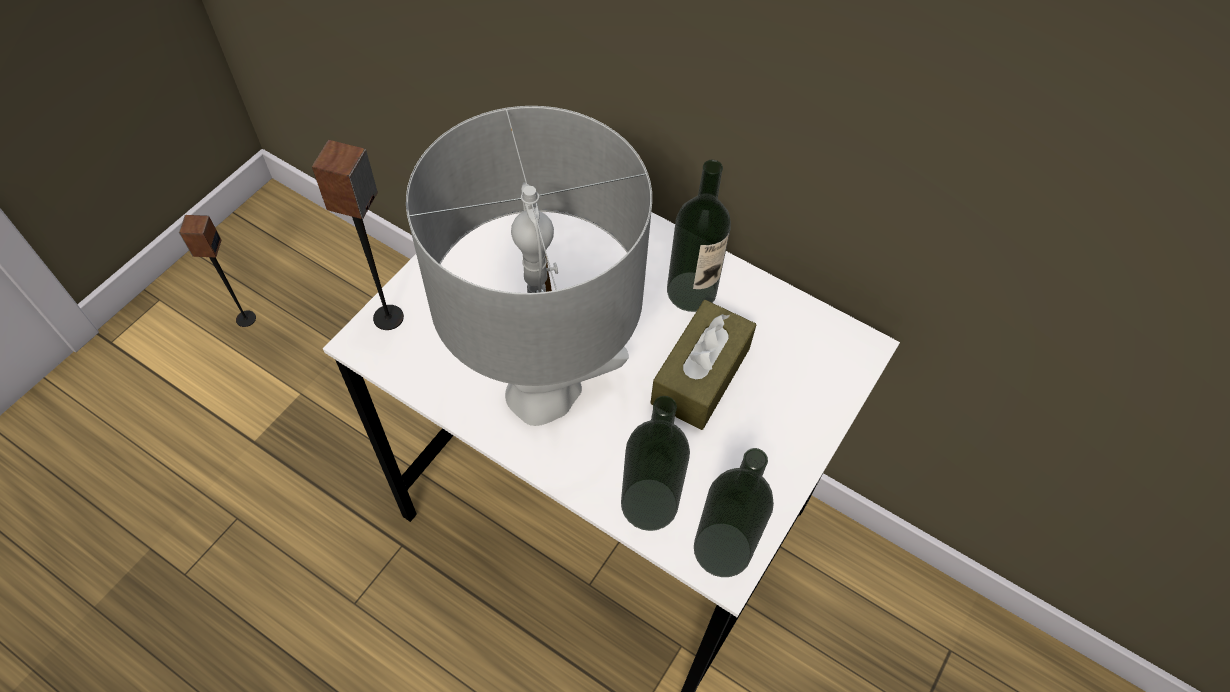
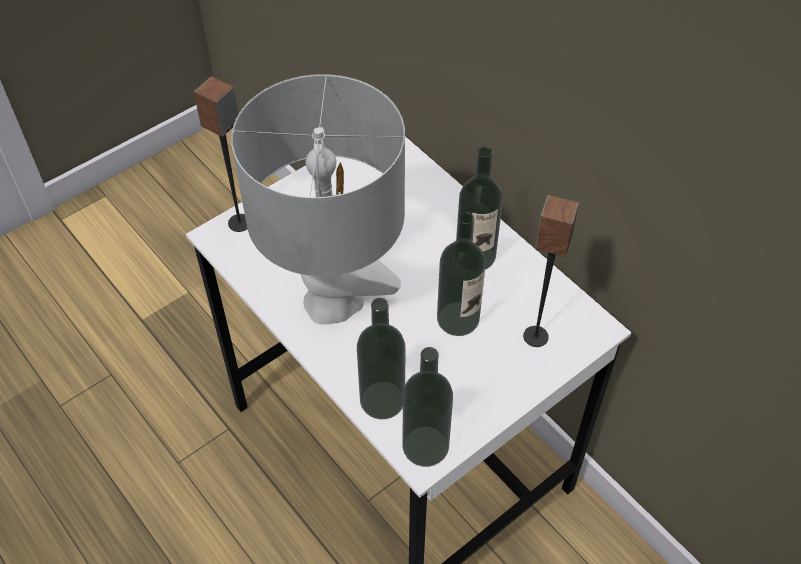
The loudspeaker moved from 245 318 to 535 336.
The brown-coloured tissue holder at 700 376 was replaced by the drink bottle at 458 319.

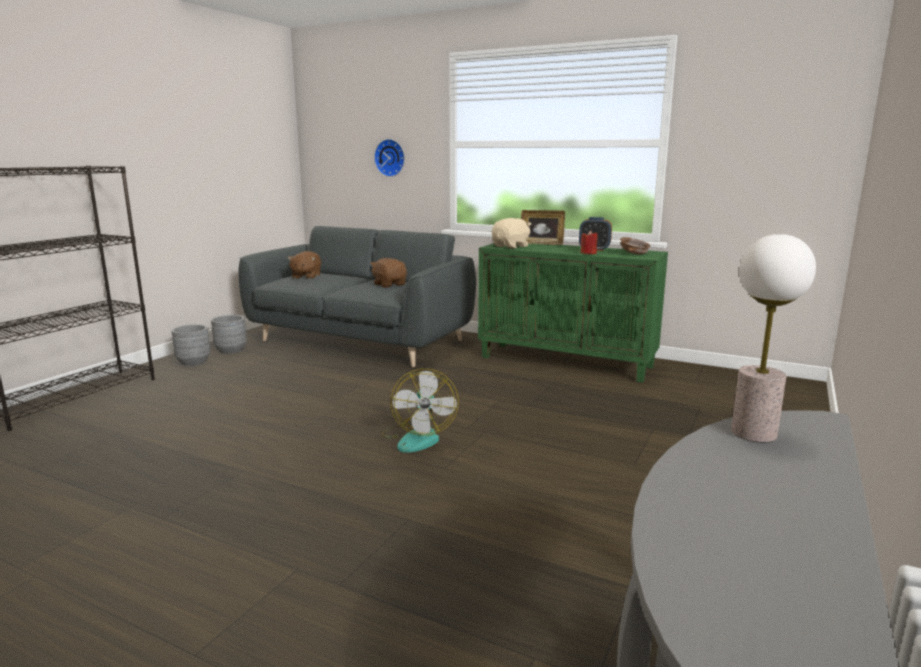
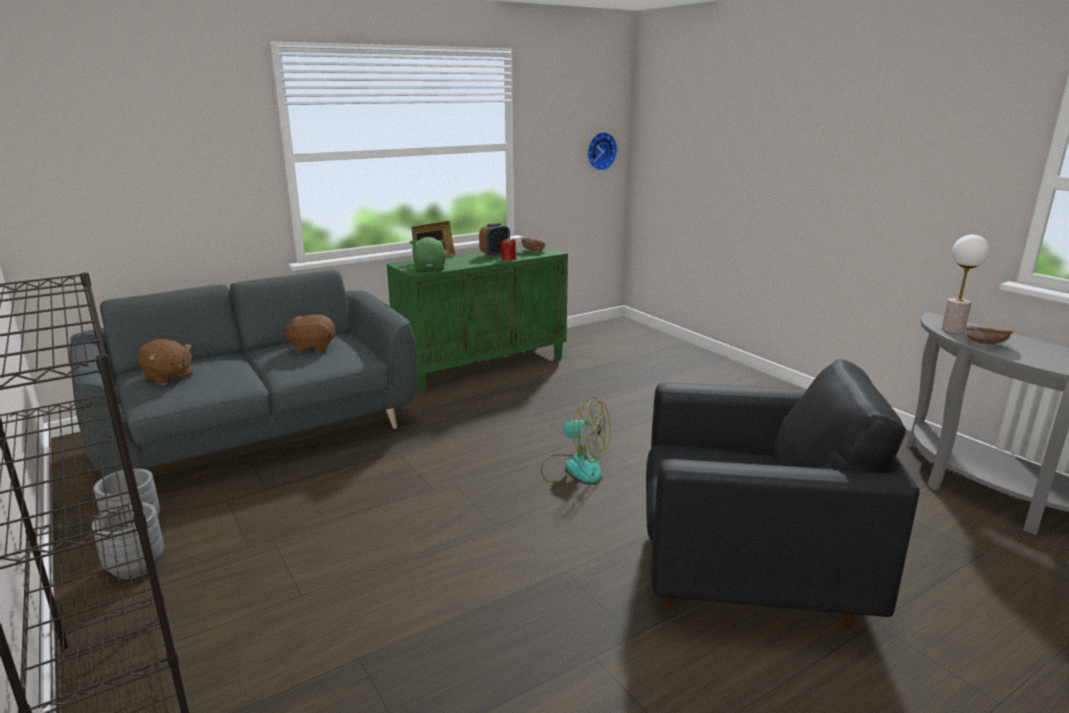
The hanging clock moved from 391 158 to 600 151.
The sand-coloured cuddly toy at 511 246 became the green cuddly toy at 430 268.
The brown-coloured serving bowl at 986 344 appeared.
The black-coloured armchair at 747 574 appeared.

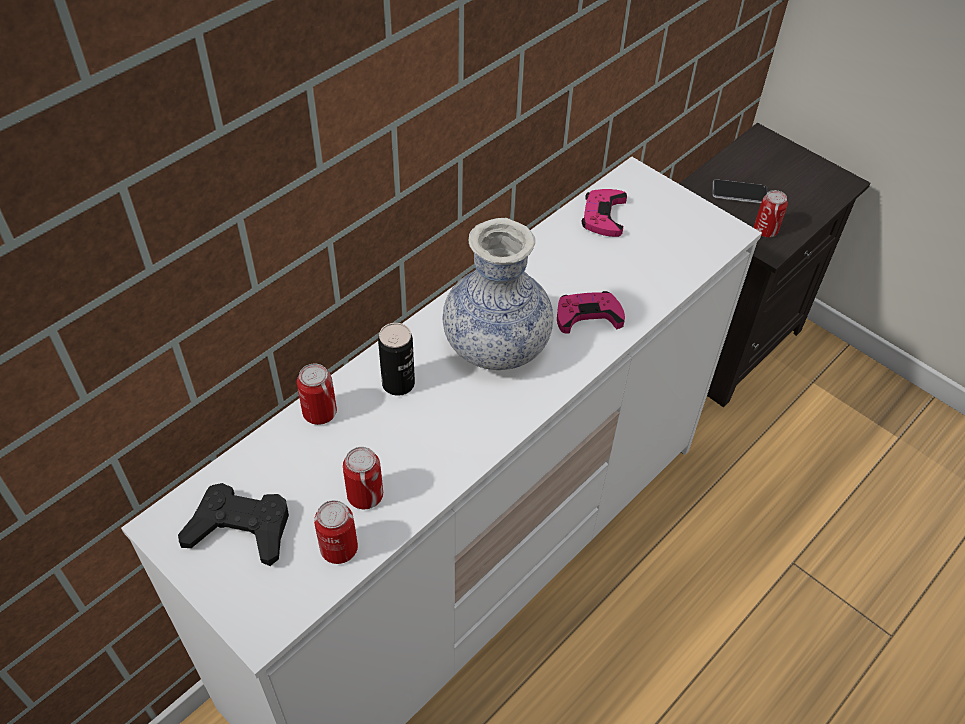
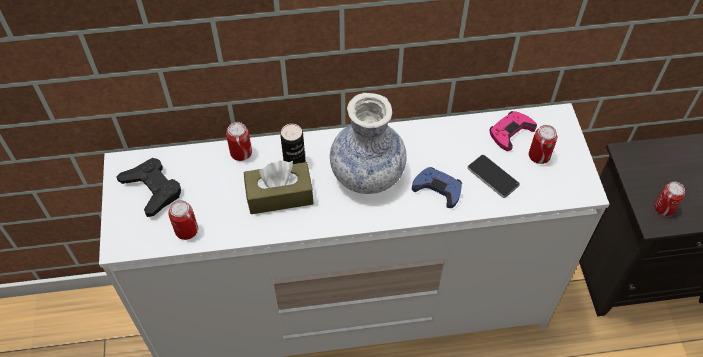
The phone moved from 739 193 to 493 177.
The pinkish game controller at 588 316 became the blue-coloured game controller at 438 189.
The sealed can moved from 365 495 to 539 156.
The brown-coloured tissue holder at 279 195 appeared.

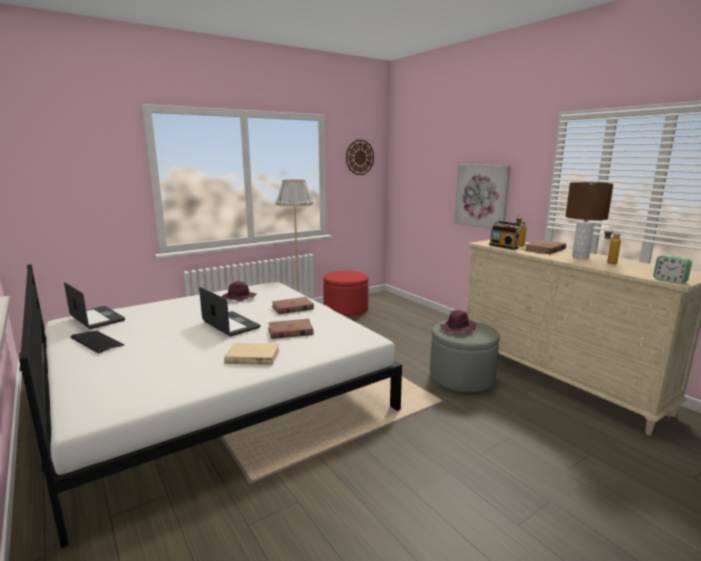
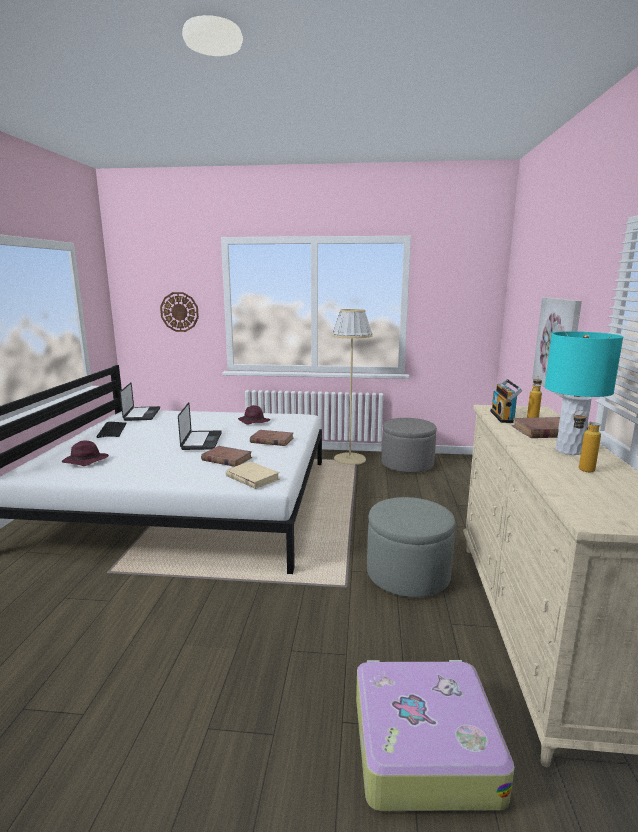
The hanging clock moved from 359 157 to 179 312.
The brown-coloured lamp for a table at 580 256 became the blue-green lamp for a table at 568 451.
The bedside clock at 669 280 disappeared.
The red footrest at 346 310 became the grey footrest at 407 464.
The purple wearable hat moved from 457 328 to 85 461.
The sand-coloured volume moved from 252 357 to 252 477.
The travel case at 422 745 appeared.

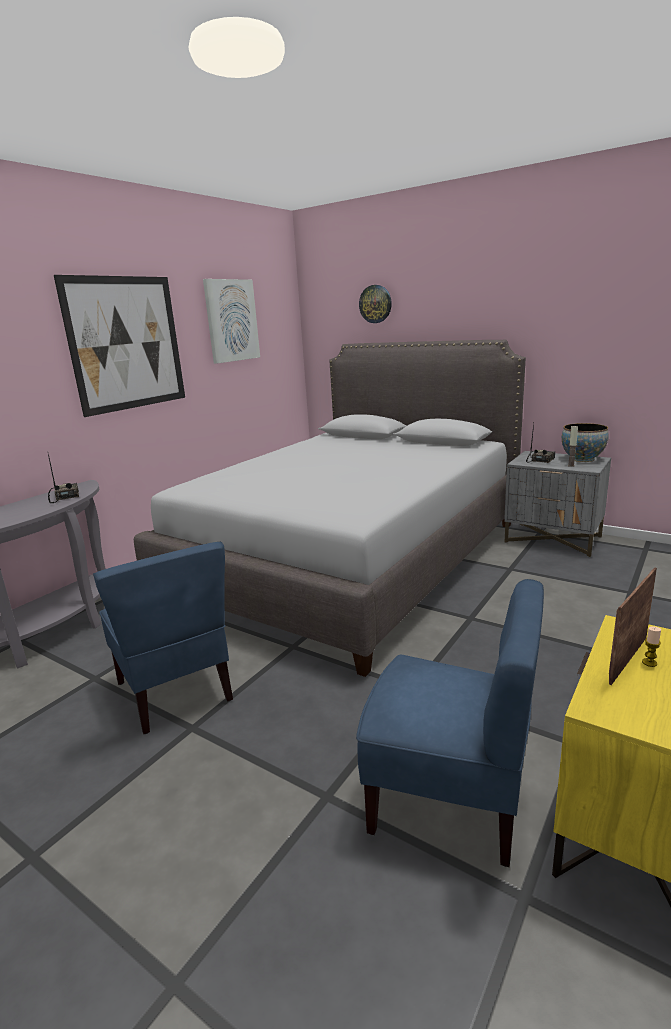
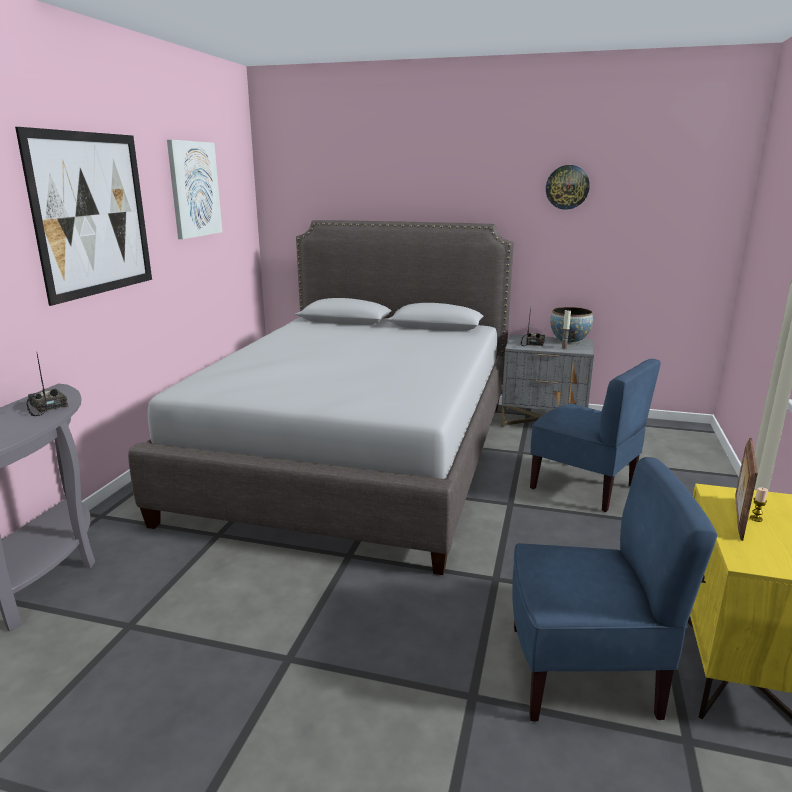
The hanging clock moved from 375 304 to 567 187.
The blue-coloured upright chair moved from 176 691 to 584 487.

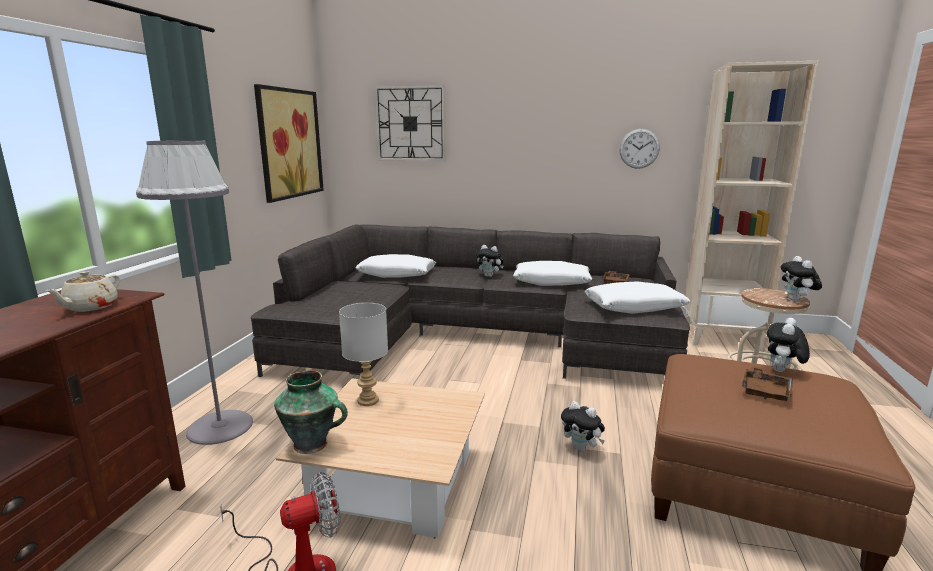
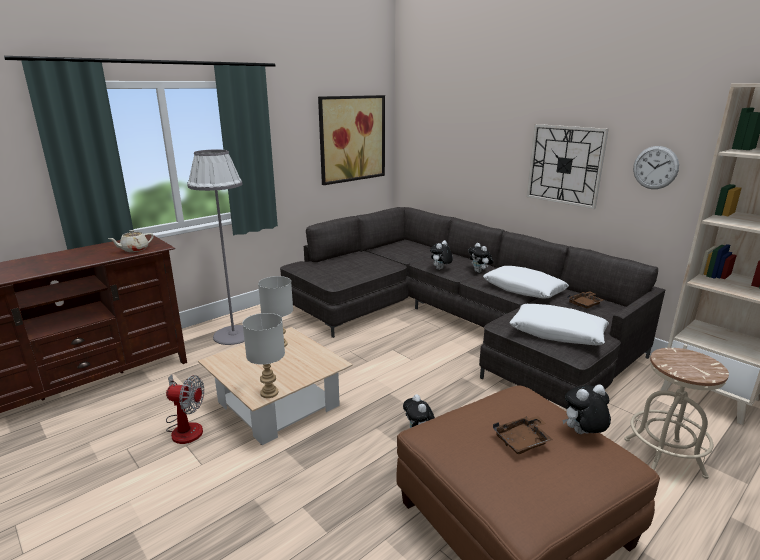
The hanging clock moved from 410 123 to 565 165.
The white-coloured cushion at 397 274 disappeared.
The cuddly toy moved from 796 300 to 440 269.
The vase at 312 444 disappeared.
The grey lamp for a table at 269 392 appeared.

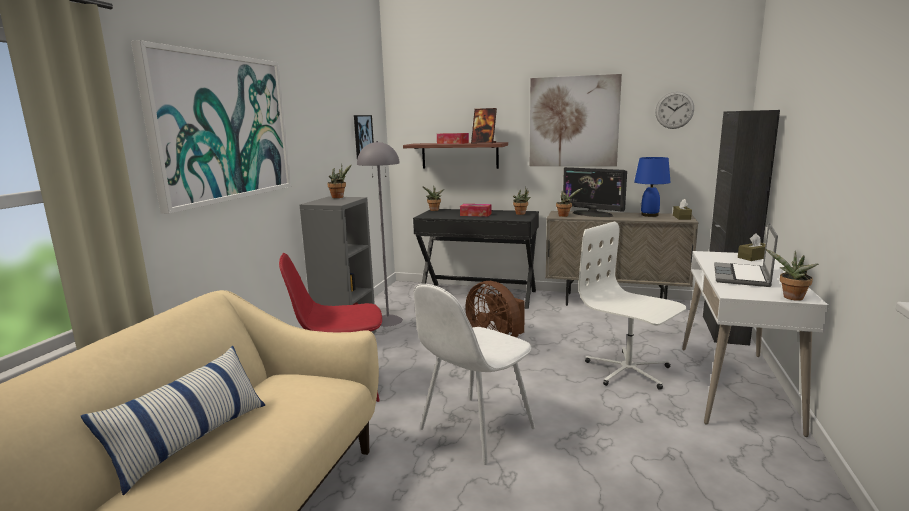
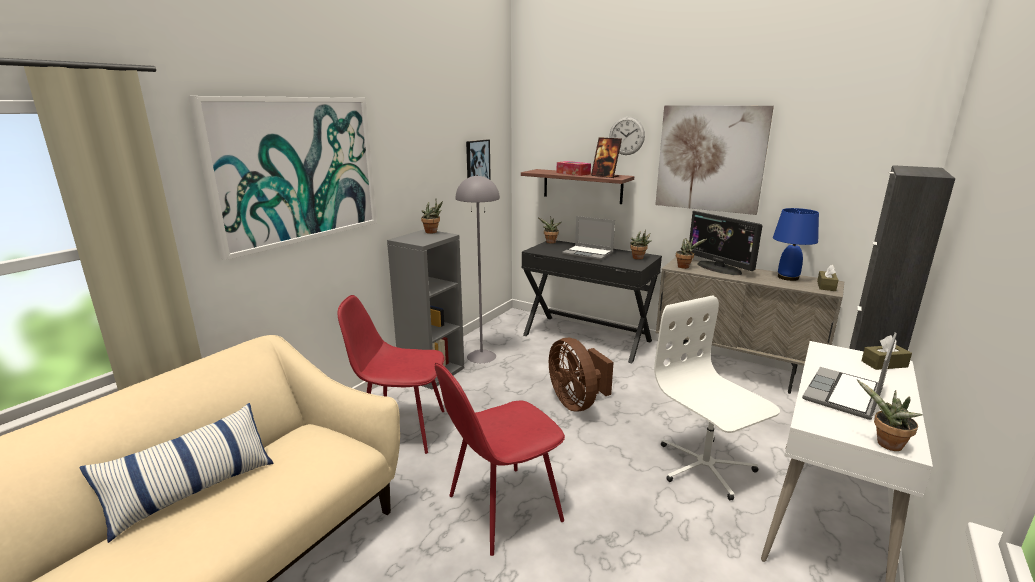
The hanging clock moved from 674 110 to 626 136.
The tissue holder at 475 214 was replaced by the portable computer at 588 254.
The white-coloured upright chair at 474 430 became the red upright chair at 501 509.

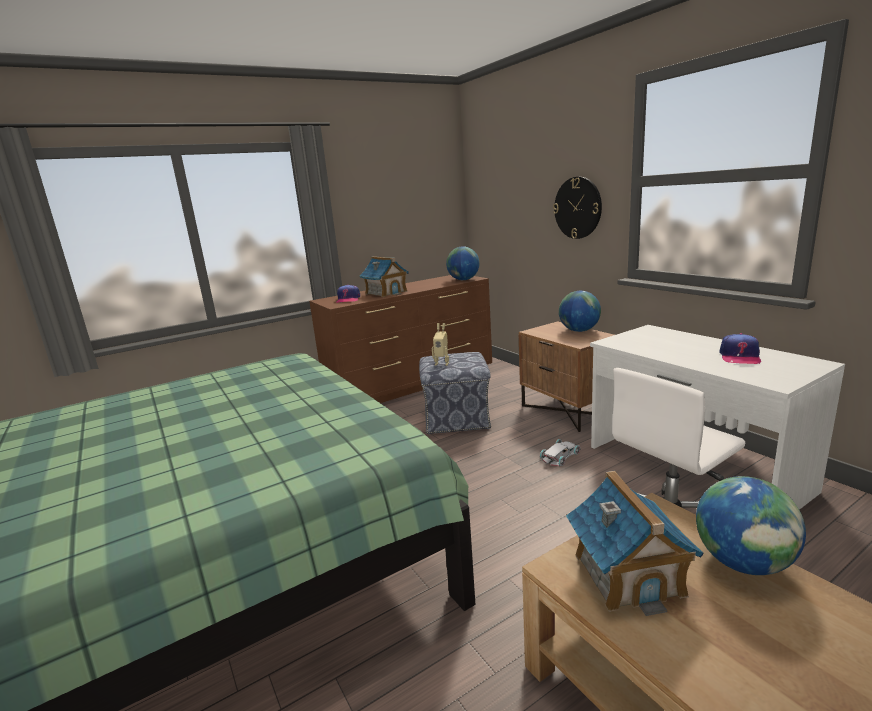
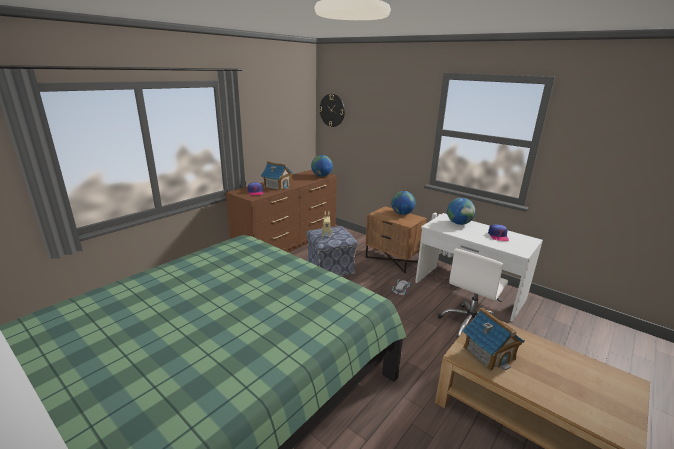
The hanging clock moved from 577 208 to 332 110.
The world globe moved from 743 562 to 459 223.

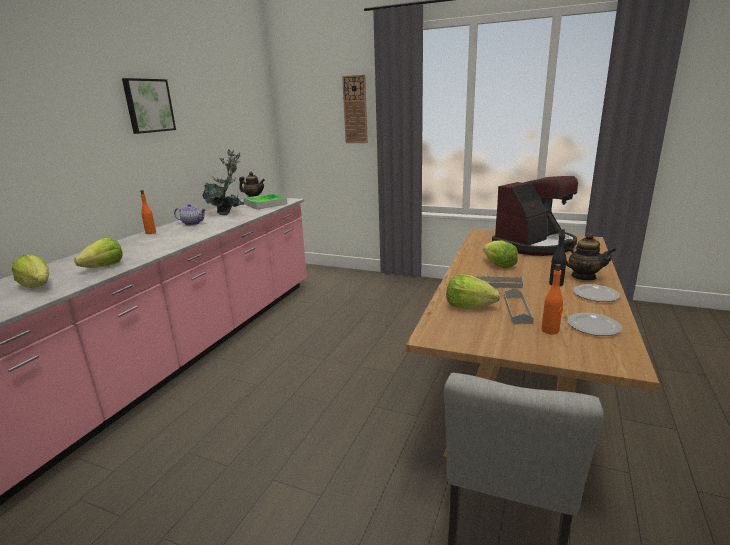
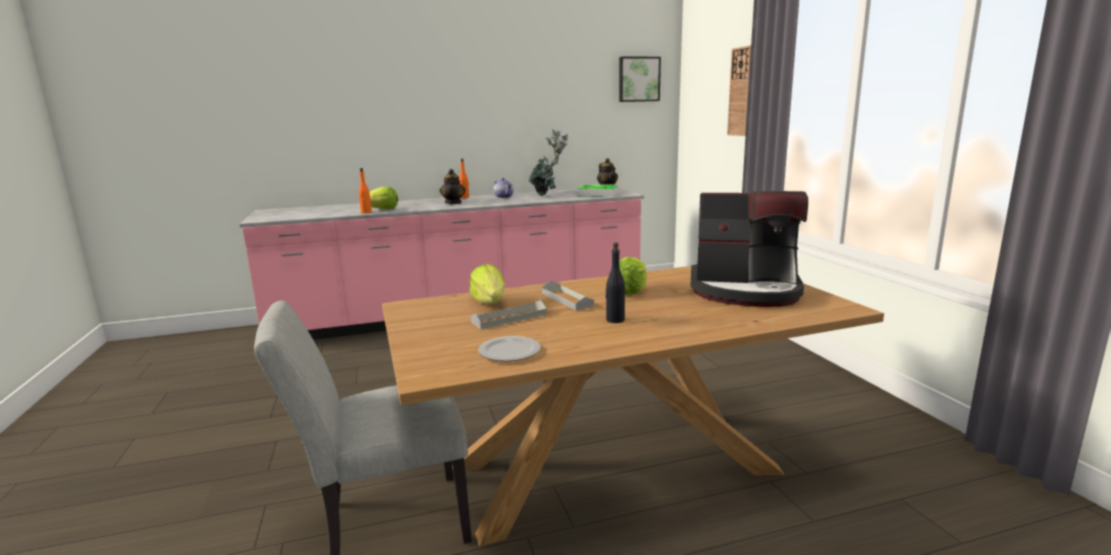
The picture moved from 148 106 to 638 79.
The teapot moved from 583 277 to 453 203.
The lettuce at 37 286 disappeared.
The orange drink bottle moved from 550 331 to 366 212.
The plate at 596 295 disappeared.

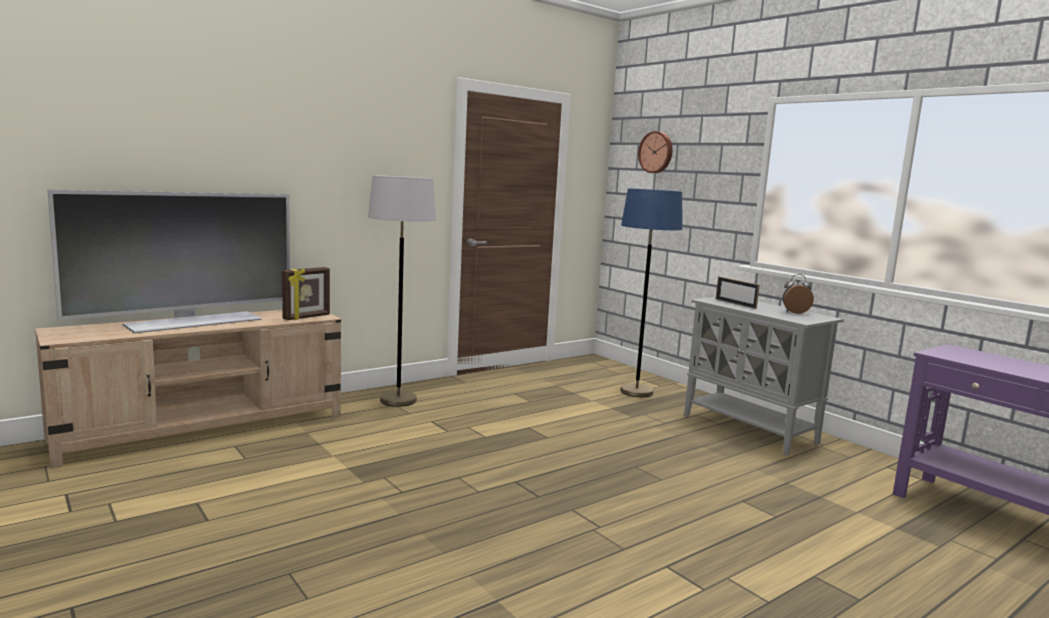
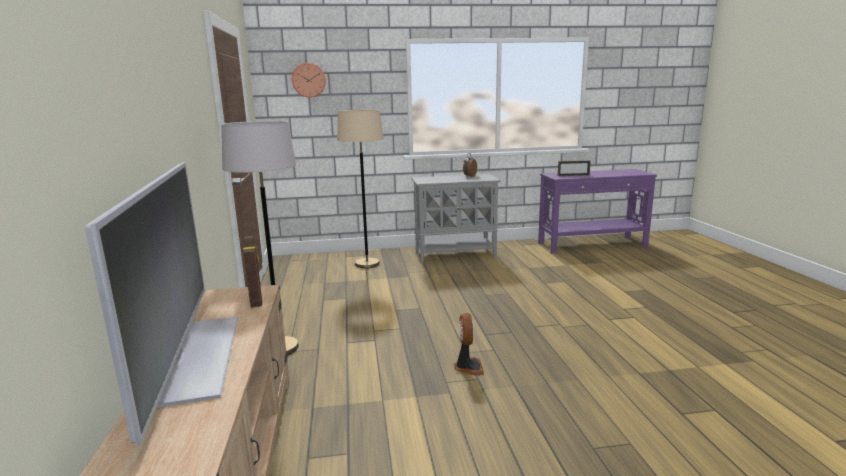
The blue-coloured standing lamp at 636 392 became the sand-coloured standing lamp at 367 264.
The standing frame moved from 735 303 to 573 175.
The fan at 468 367 appeared.

